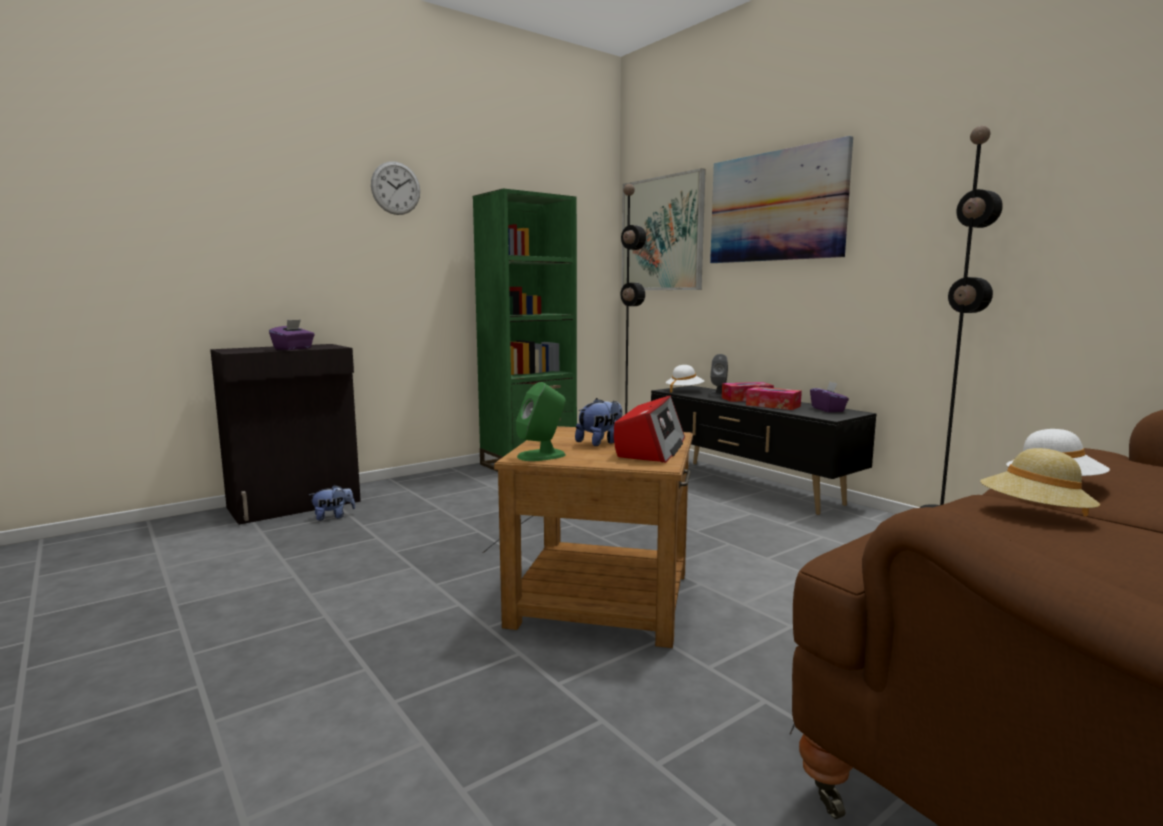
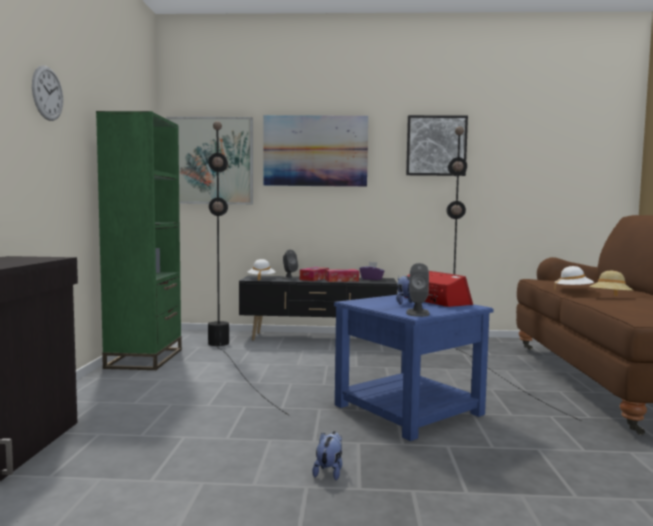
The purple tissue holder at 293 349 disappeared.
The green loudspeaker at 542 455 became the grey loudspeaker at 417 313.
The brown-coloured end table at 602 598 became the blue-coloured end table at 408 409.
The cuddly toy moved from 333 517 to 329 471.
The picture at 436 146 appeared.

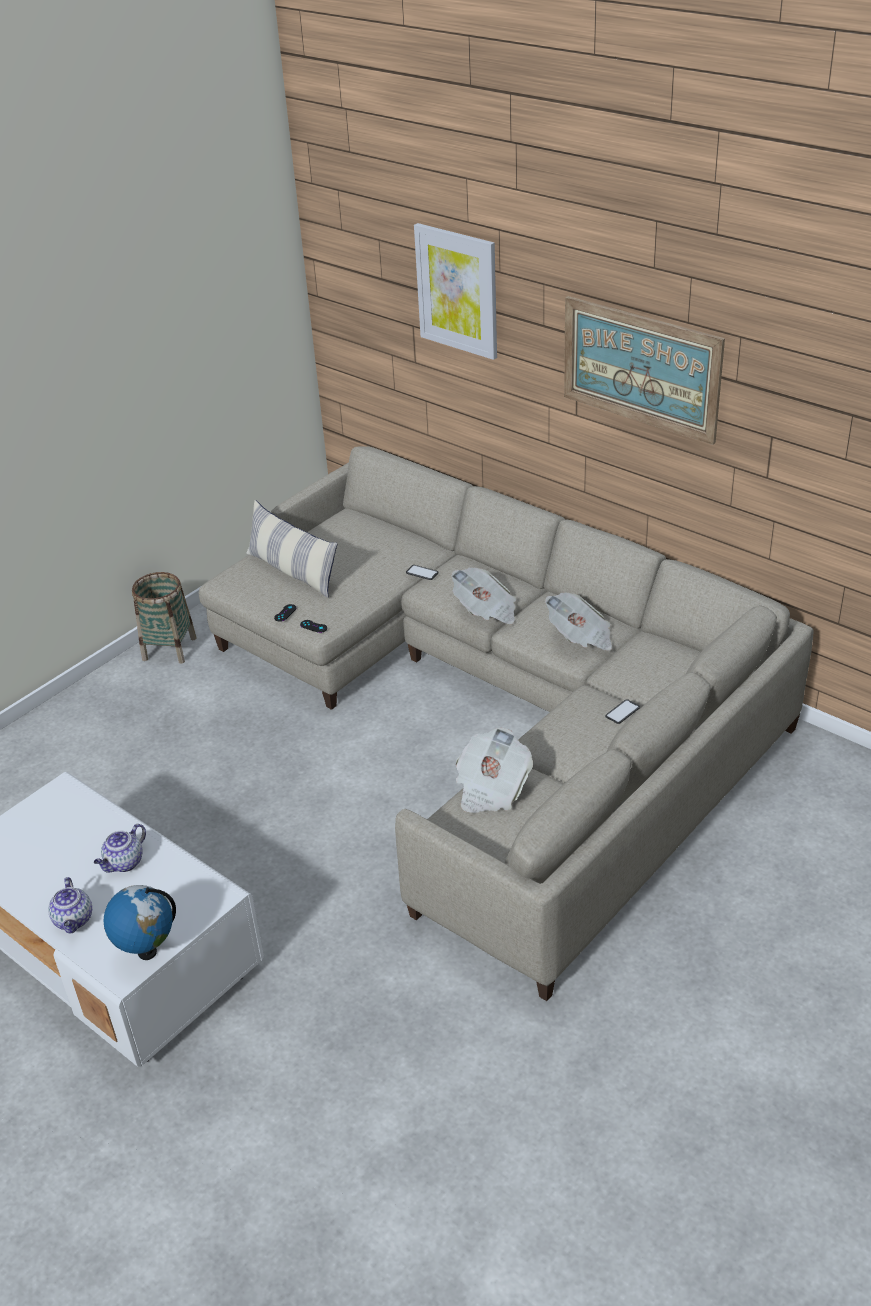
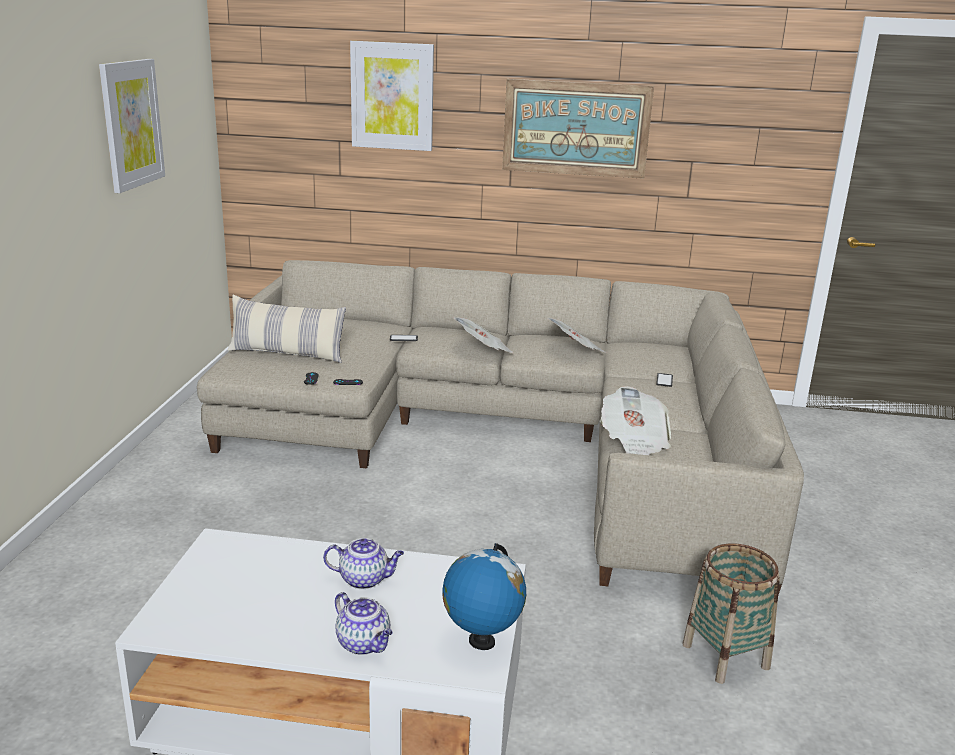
The storage basket moved from 169 648 to 725 656.
The teapot at 124 863 turned 90 degrees counterclockwise.
The picture at 131 124 appeared.

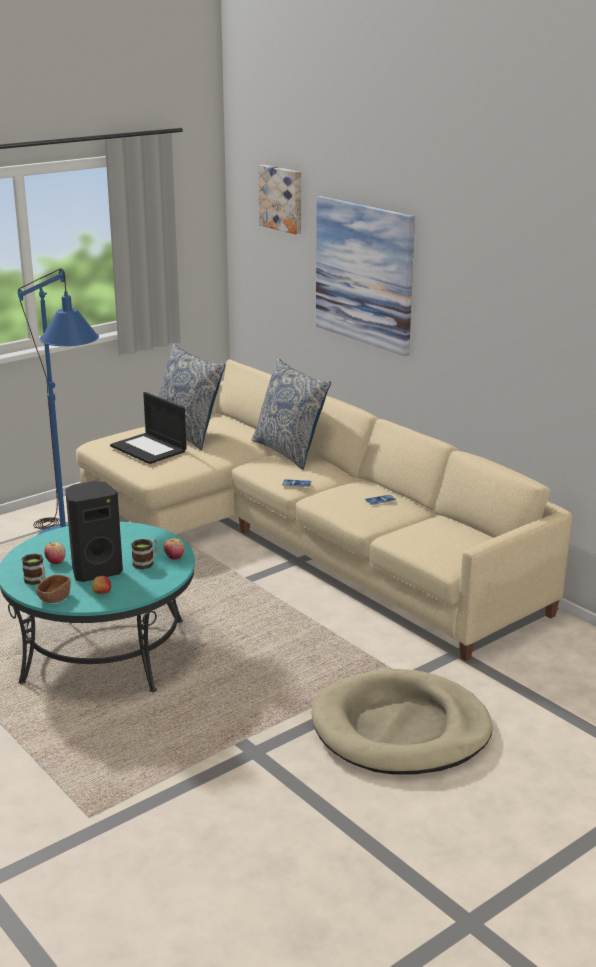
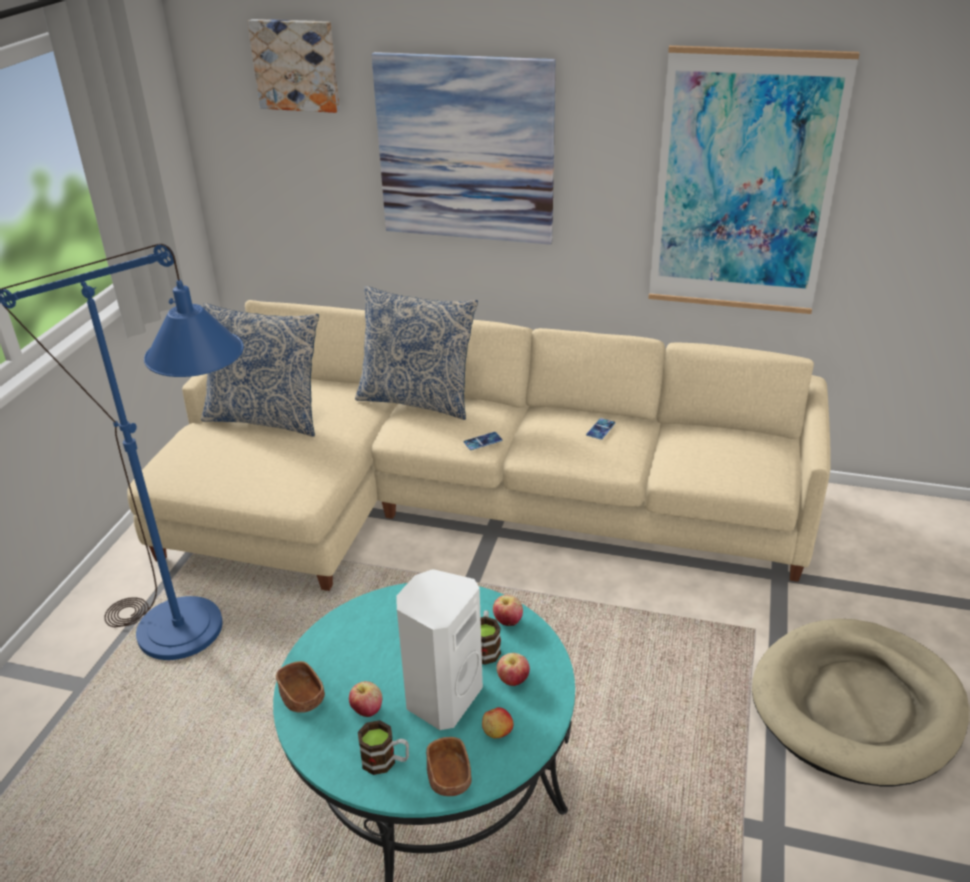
The portable computer at 149 449 disappeared.
The black-coloured loudspeaker at 95 571 became the white-coloured loudspeaker at 441 697.
The picture at 744 185 appeared.
The apple at 513 680 appeared.
The brown-coloured serving bowl at 302 698 appeared.

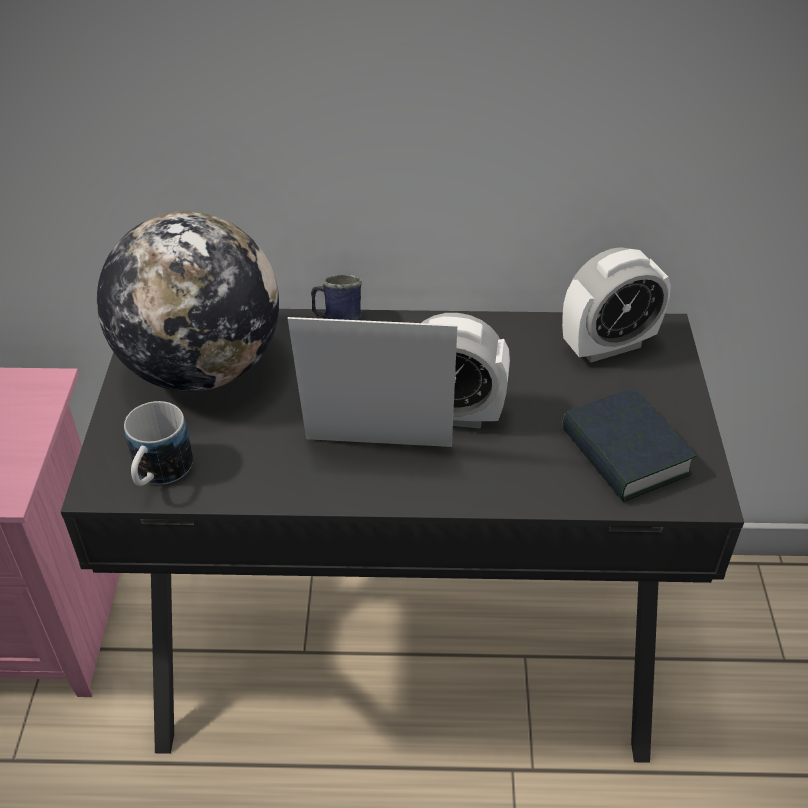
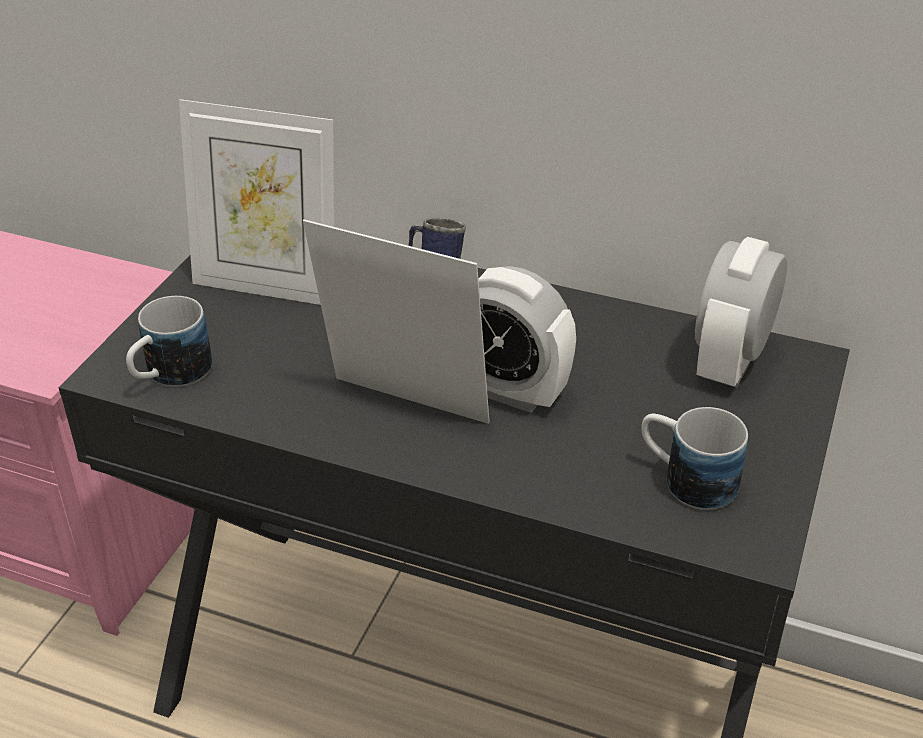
The world globe at 201 368 was replaced by the standing frame at 268 286.
The bedside clock at 608 346 turned 120 degrees clockwise.
The volume at 624 453 was replaced by the coffee mug at 686 479.

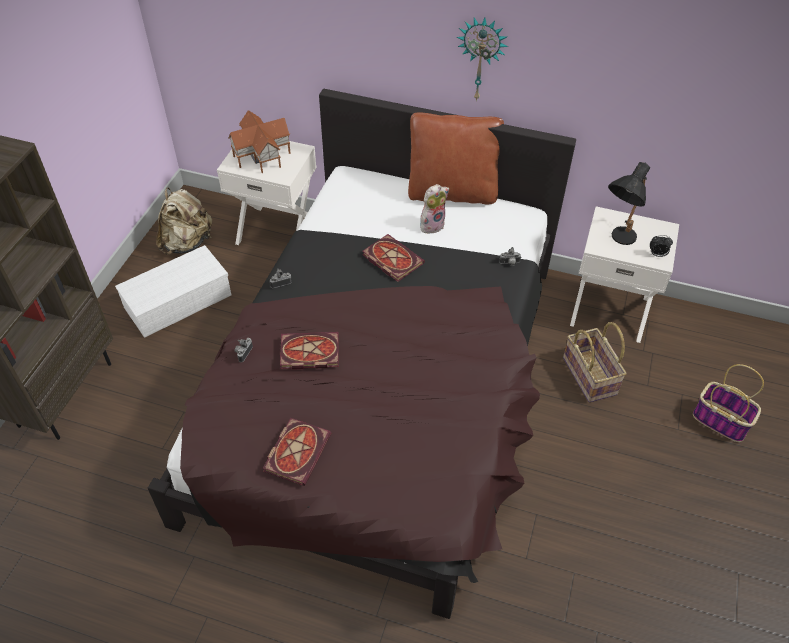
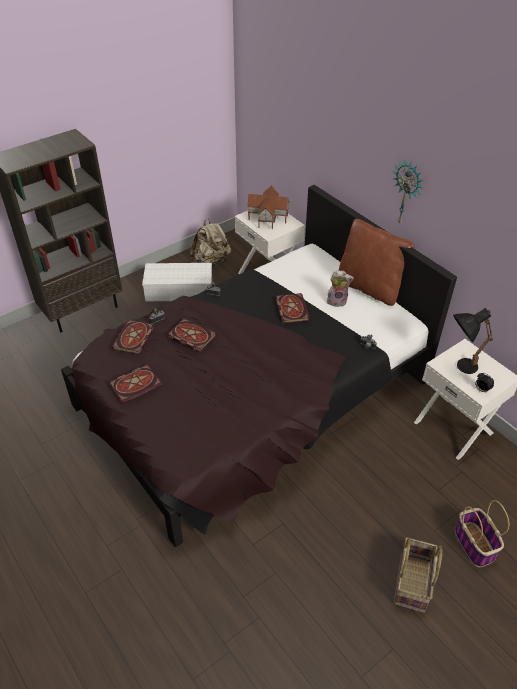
The storage basket moved from 590 376 to 413 583.
The volume at 134 339 appeared.

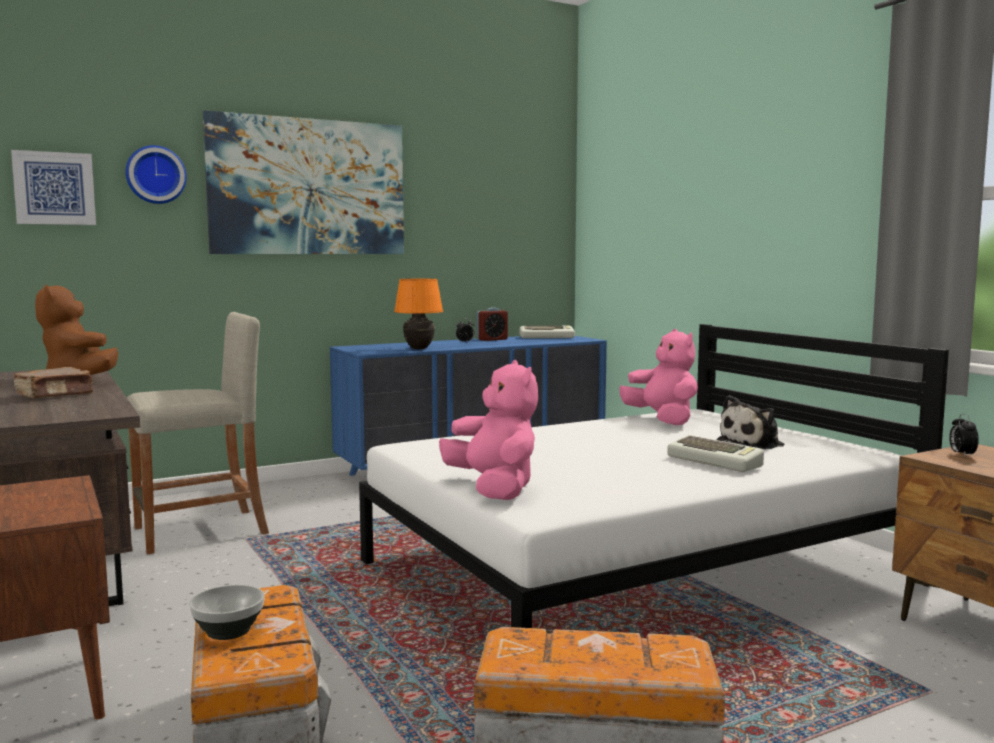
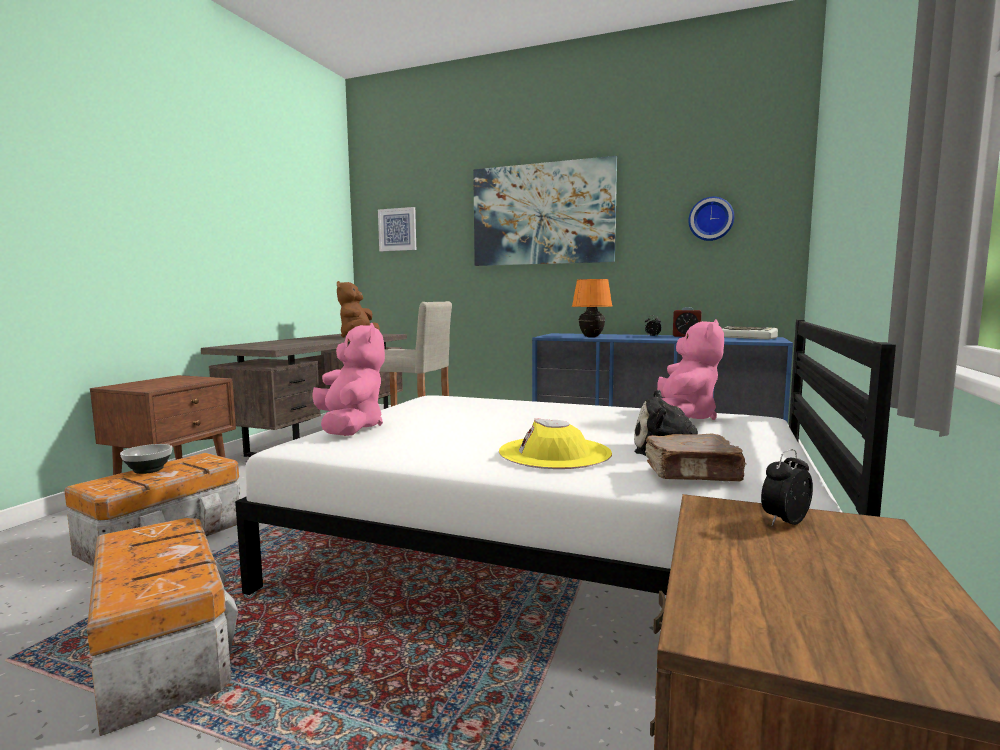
The hanging clock moved from 155 175 to 711 219.
The pinkish cuddly toy at 494 489 turned 45 degrees counterclockwise.
The brown-coloured volume moved from 56 395 to 693 474.
The keyboard at 716 461 was replaced by the yellow-coloured wearable hat at 555 453.

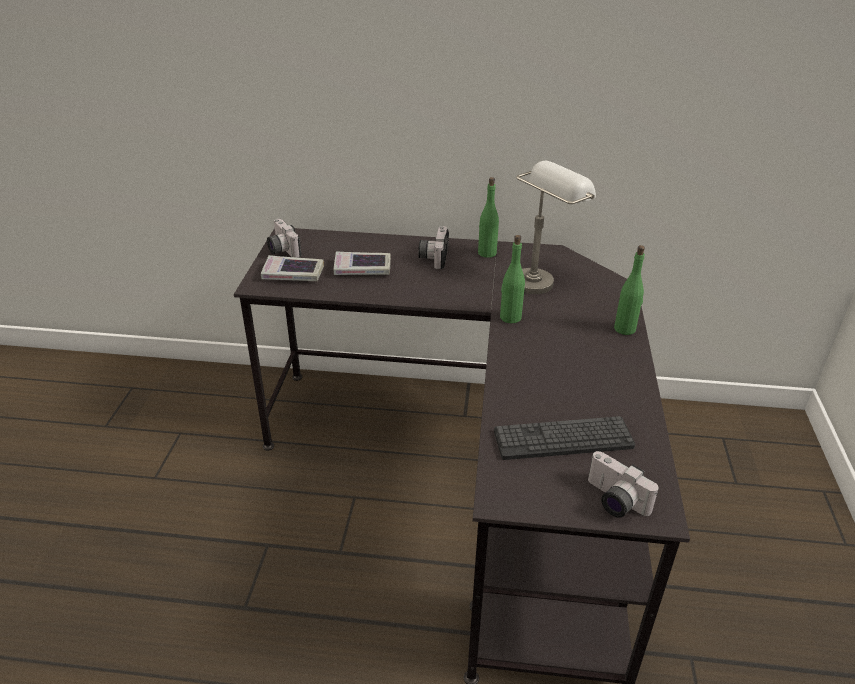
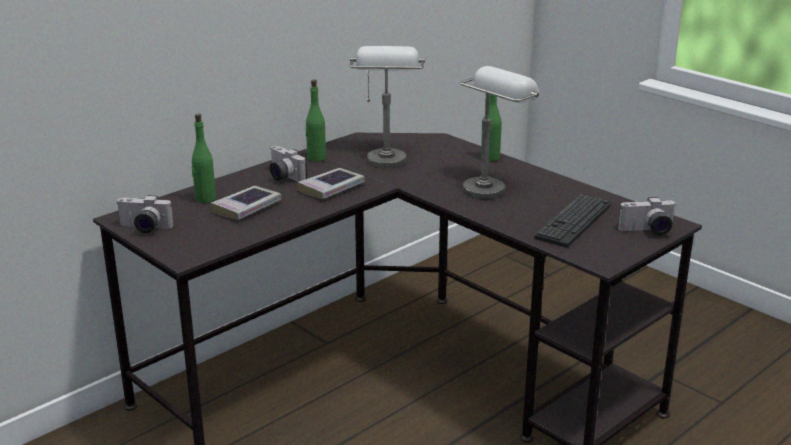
The green drink bottle moved from 510 317 to 205 198.
The volume moved from 293 274 to 331 188.
The grey lamp for a table at 492 186 appeared.

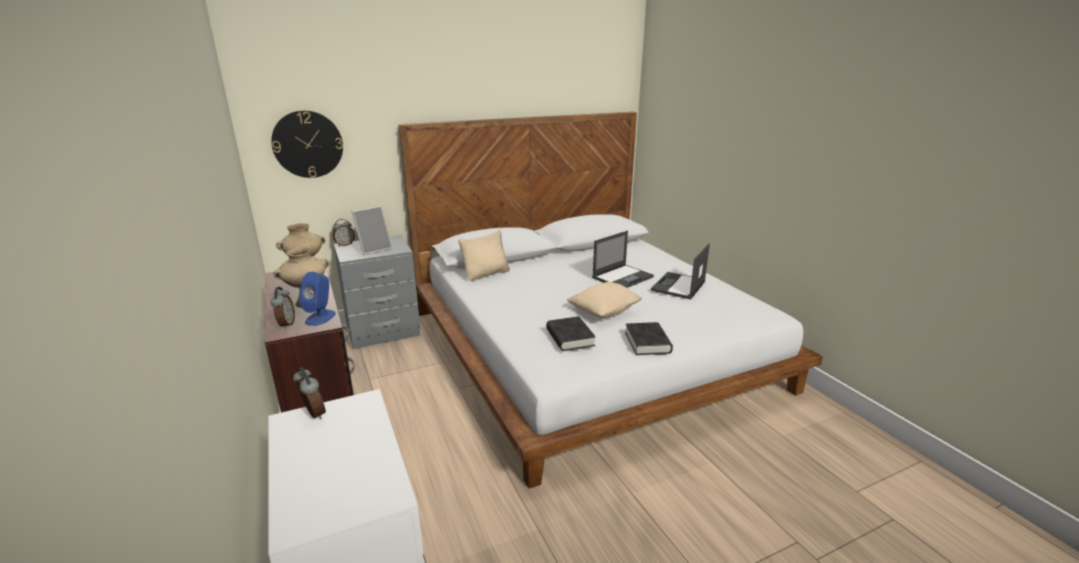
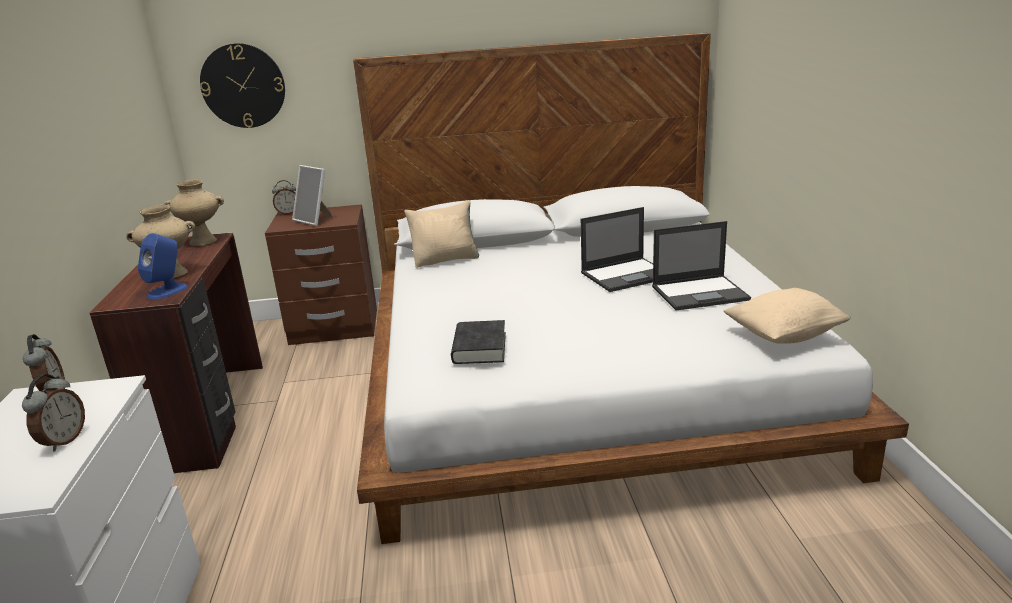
The standing frame at 374 249 turned 60 degrees clockwise.
The grey night table at 383 331 became the brown-coloured night table at 334 327.
The portable computer at 678 286 turned 150 degrees counterclockwise.
The sand-coloured cushion moved from 604 312 to 784 336.
The bedside clock moved from 286 324 to 63 441.
The black-coloured volume at 647 342 disappeared.

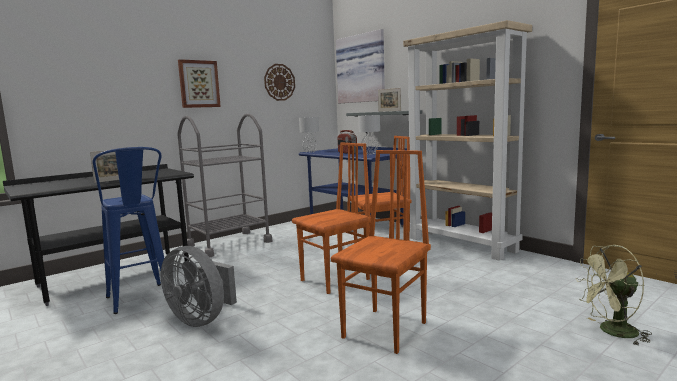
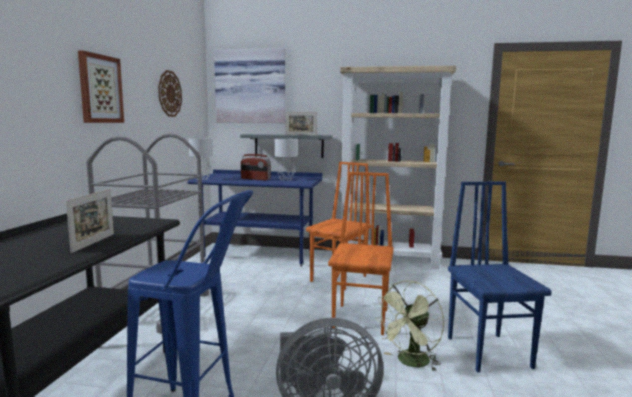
The orange upright chair at 386 330 became the blue-coloured upright chair at 489 351.
The green fan moved from 612 332 to 410 363.

